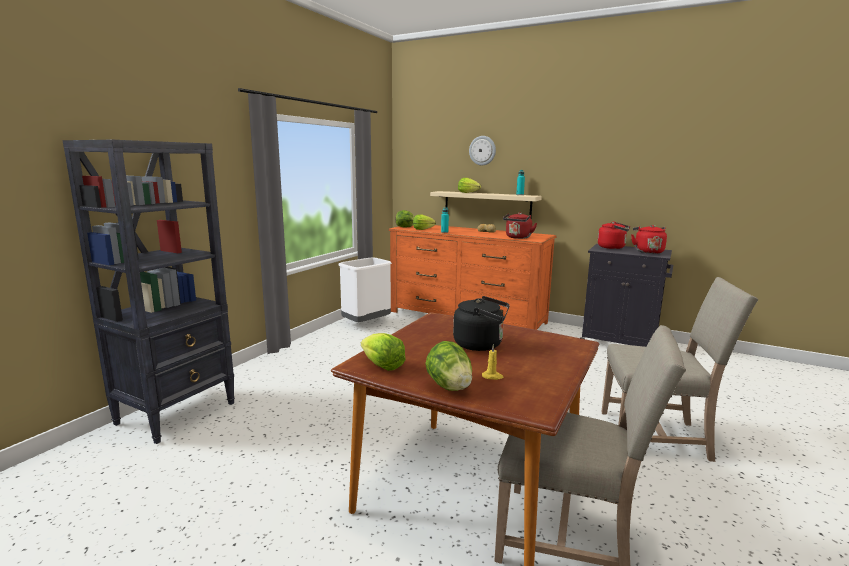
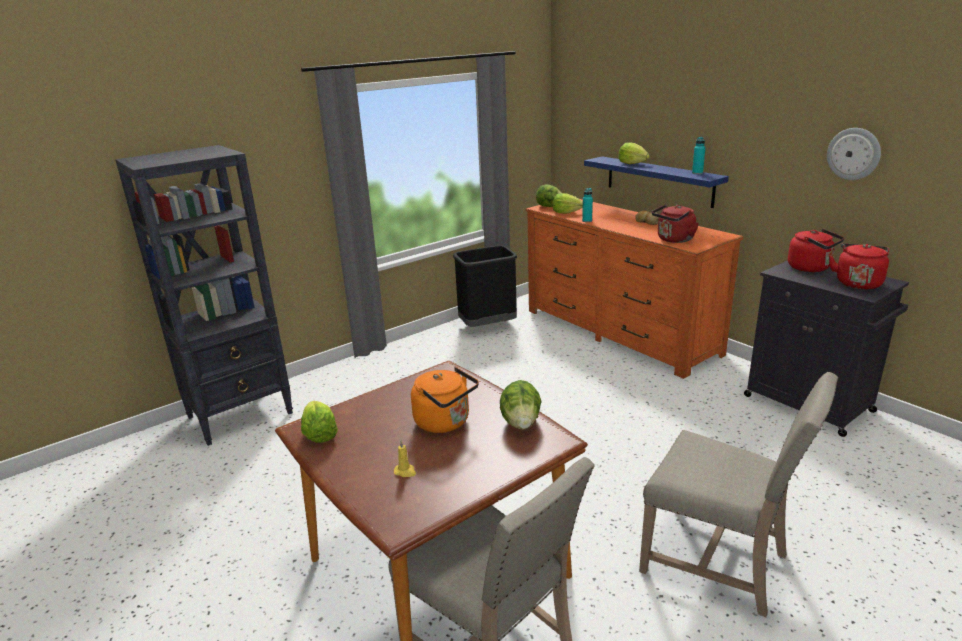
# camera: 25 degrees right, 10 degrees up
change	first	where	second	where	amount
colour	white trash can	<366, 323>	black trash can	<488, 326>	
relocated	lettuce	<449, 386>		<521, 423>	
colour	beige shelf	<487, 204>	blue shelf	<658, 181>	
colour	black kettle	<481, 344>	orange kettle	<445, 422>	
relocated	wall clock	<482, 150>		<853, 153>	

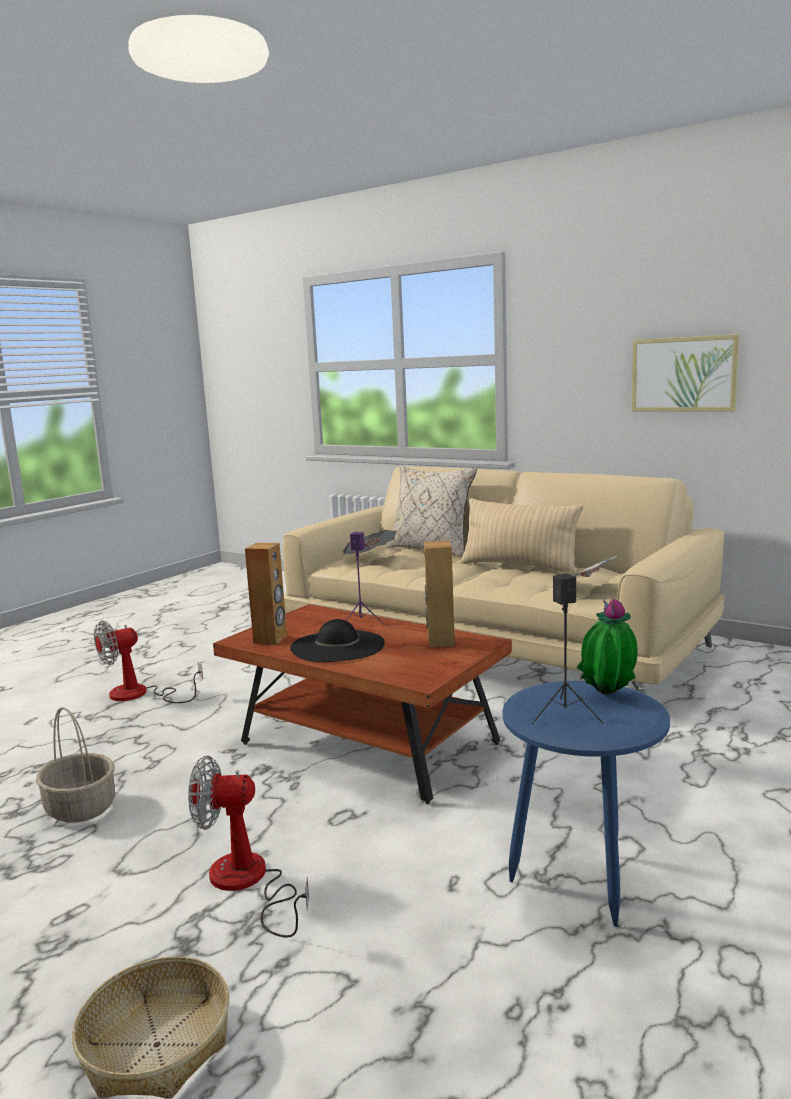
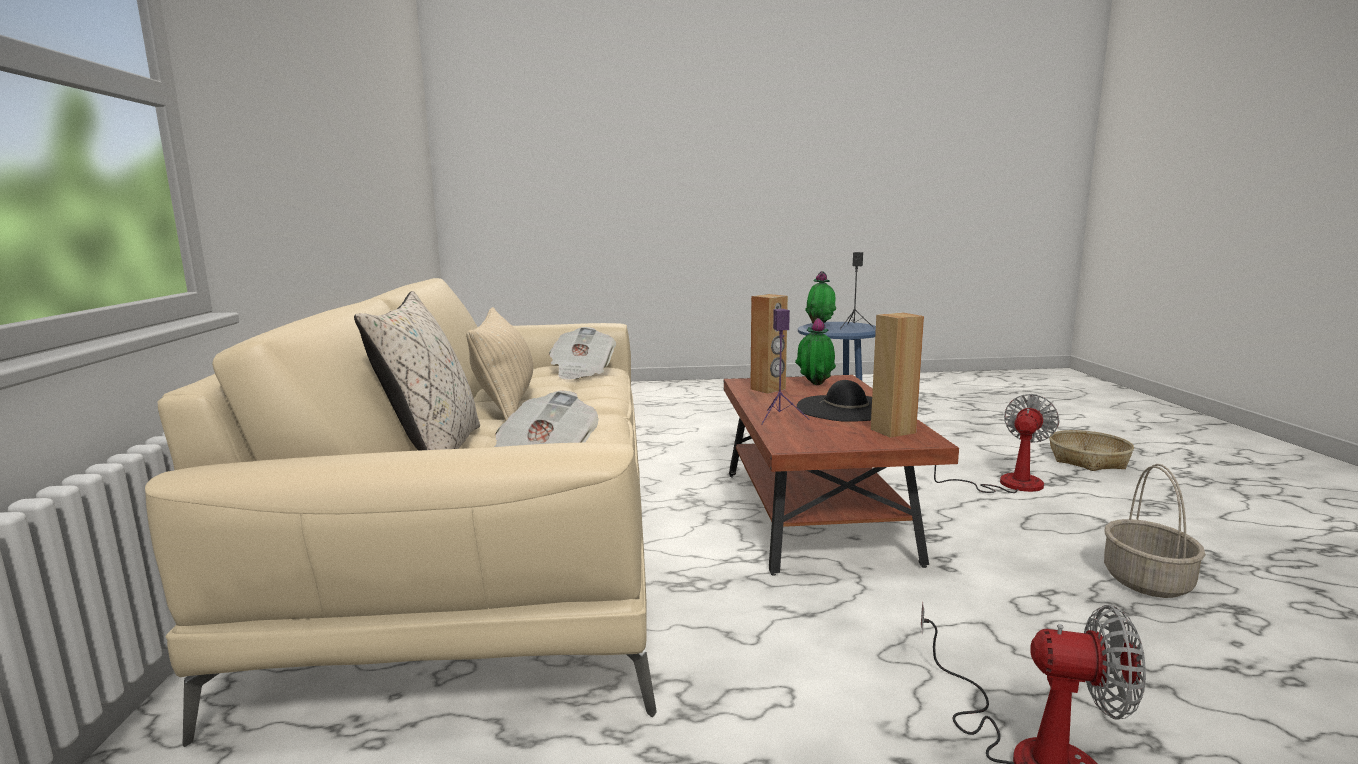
# camera: 130 degrees left, 0 degrees up
change	first	where	second	where	amount
spun	fan	<248, 883>		<1006, 484>	105 degrees counterclockwise
missing	picture	<684, 374>			
appeared			potted plant	<814, 386>	

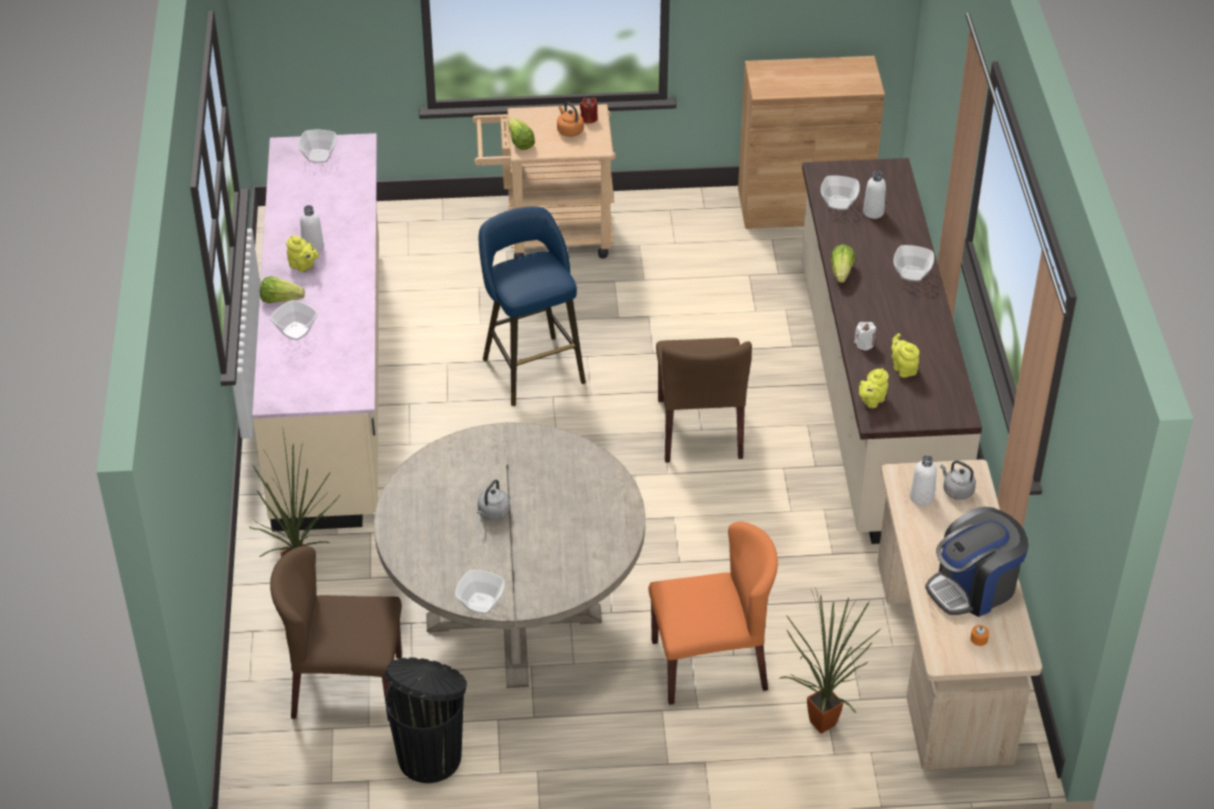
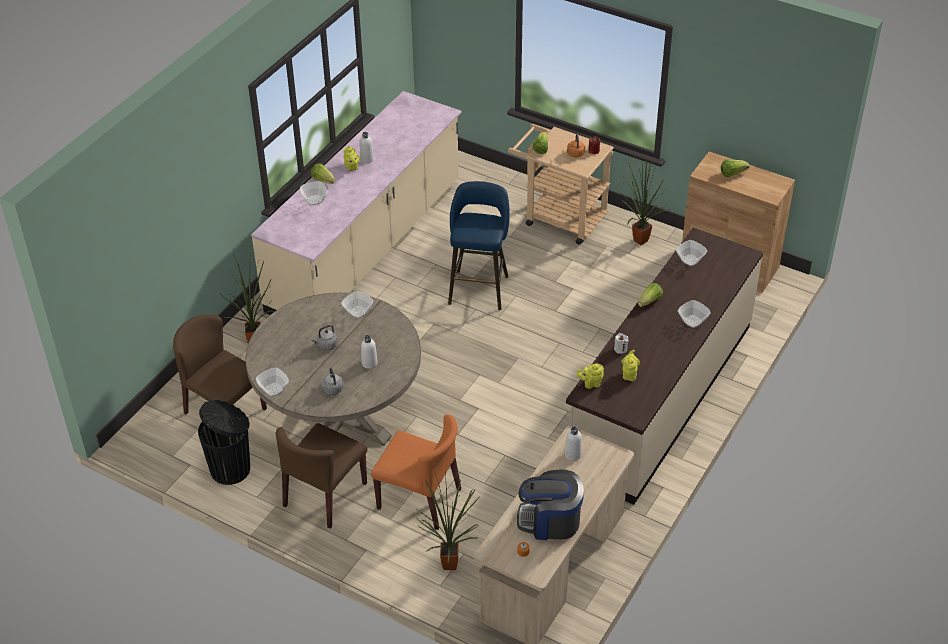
# camera: 35 degrees right, 0 degrees up
change	first	where	second	where	amount
relocated	bowl	<318, 156>		<357, 312>	
relocated	brown chair	<699, 429>		<325, 495>	
relocated	white bottle	<873, 212>		<369, 363>	
relocated	grey kettle	<956, 490>		<333, 388>	
appeared			potted plant	<638, 242>	
appeared			lettuce	<732, 173>	

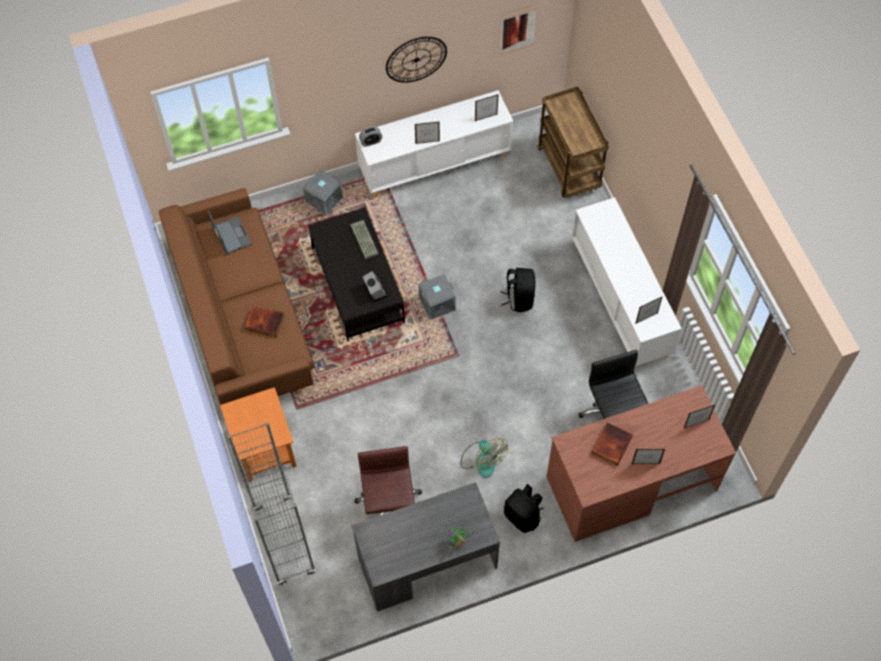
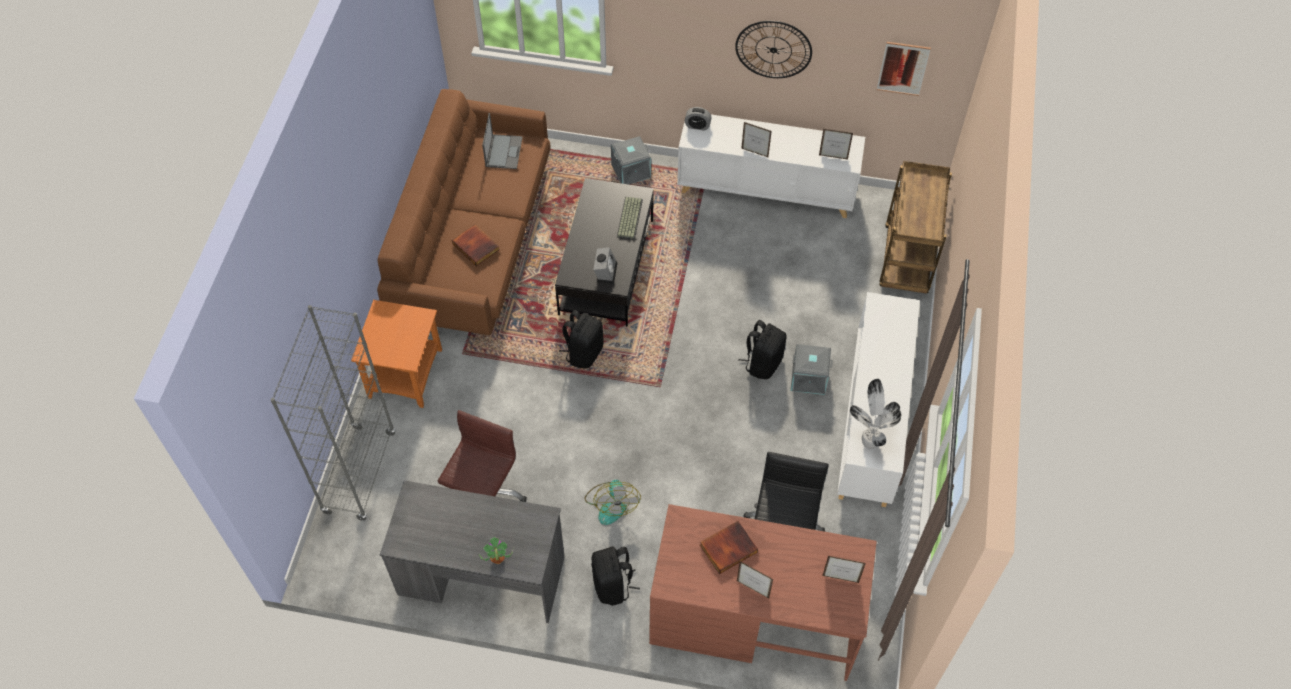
# camera: 30 degrees right, 5 degrees down
change	first	where	second	where	amount
relocated	grey storage box	<437, 303>		<809, 377>	
exchanged	picture frame	<646, 318>	potted plant	<869, 442>	
appeared			black backpack	<583, 352>	

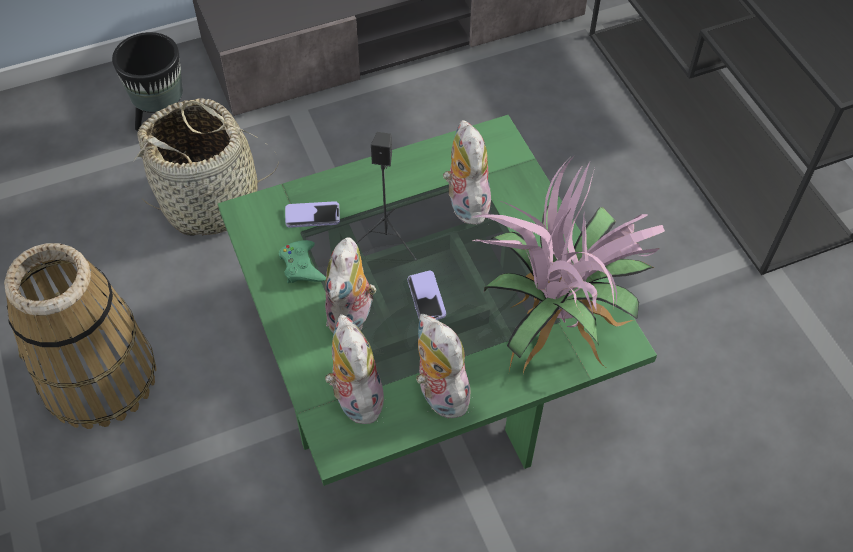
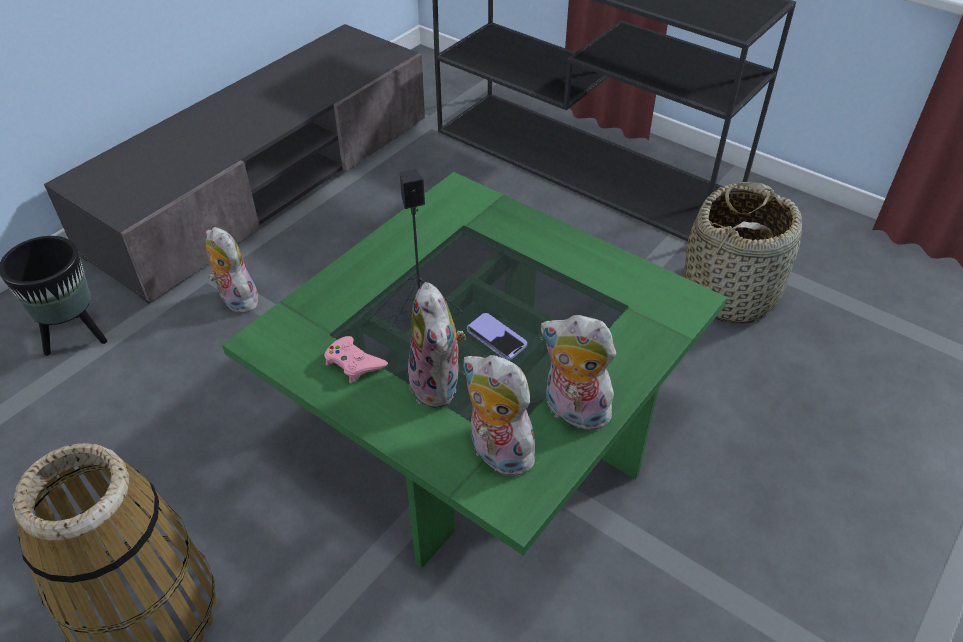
# camera: 30 degrees left, 10 degrees down
change	first	where	second	where	amount
relocated	basket	<211, 201>		<730, 292>	
colour	green game controller	<301, 266>	pink game controller	<354, 363>	
missing	phone	<312, 216>			
relocated	plush toy	<465, 203>		<235, 300>	
missing	potted plant	<558, 323>			

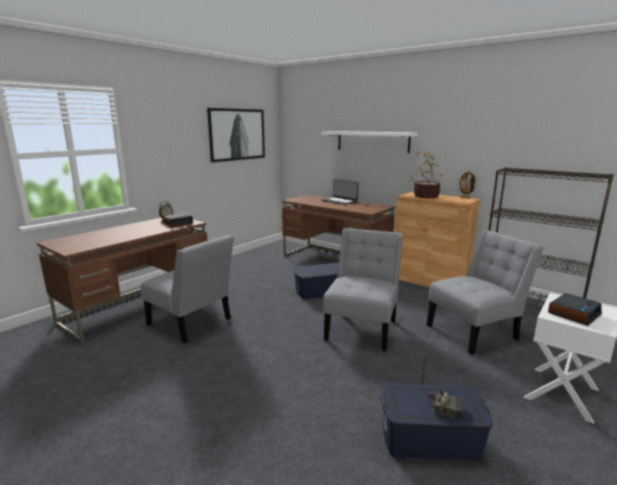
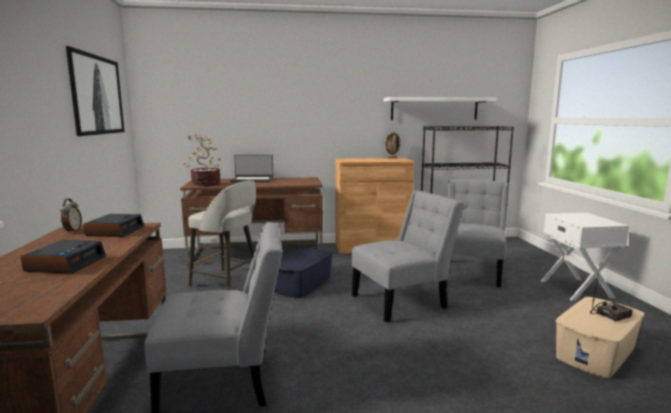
# camera: 45 degrees left, 5 degrees down
change	first	where	second	where	amount
relocated	white shelf	<372, 141>		<434, 109>	
spun	grey chair	<362, 328>		<403, 301>	90 degrees clockwise
colour	blue storage box	<430, 439>	beige storage box	<596, 353>	
relocated	potted plant	<425, 196>		<205, 184>	
relocated	alarm clock	<573, 313>		<66, 264>	
appeared			grey stool	<227, 282>	

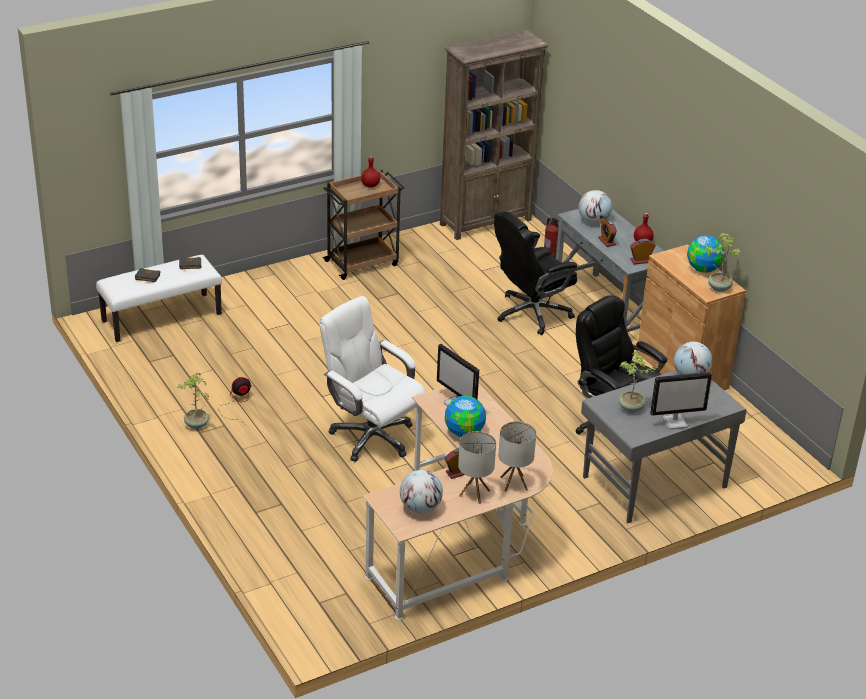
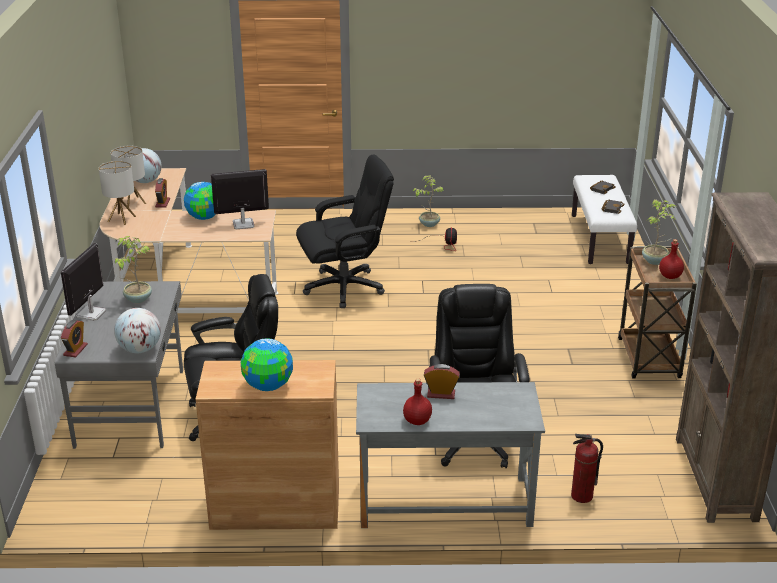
# camera: 120 degrees right, 5 degrees down
change	first	where	second	where	amount
colour	white office chair	<371, 436>	black office chair	<345, 287>	
missing	globe	<593, 221>			
relocated	alarm clock	<641, 261>		<75, 350>	
relocated	potted plant	<719, 287>		<655, 261>	

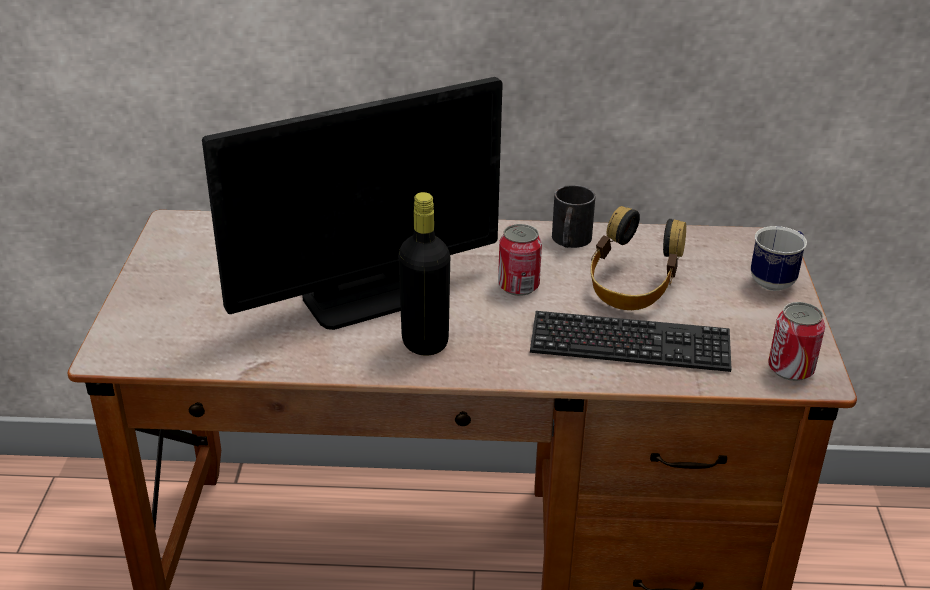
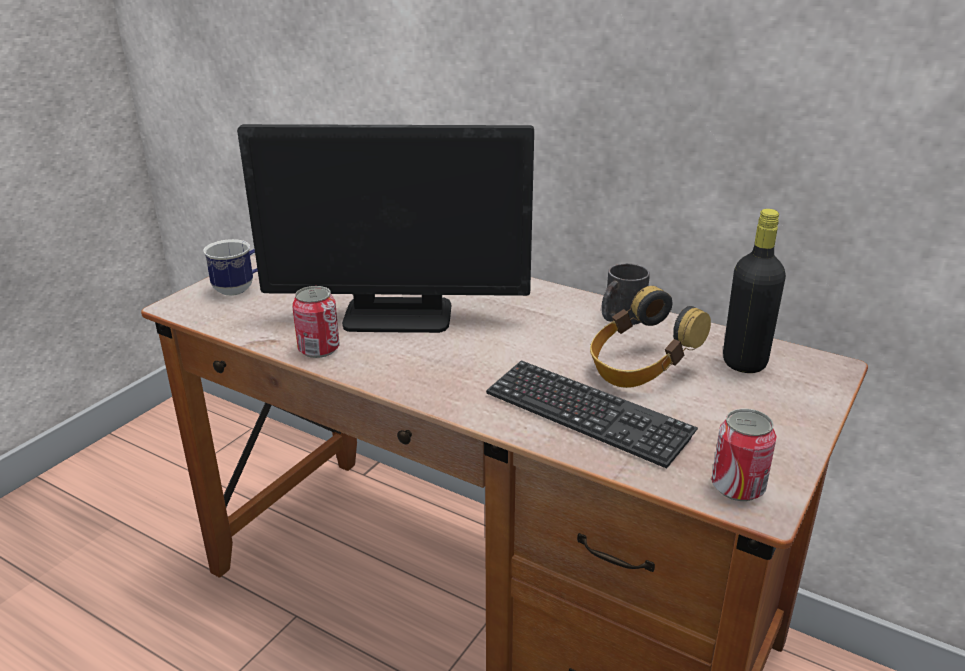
# camera: 30 degrees right, 5 degrees down
change	first	where	second	where	amount
relocated	black bottle	<425, 342>		<744, 362>	
relocated	can	<518, 286>		<319, 349>	
relocated	mug	<776, 280>		<240, 289>	

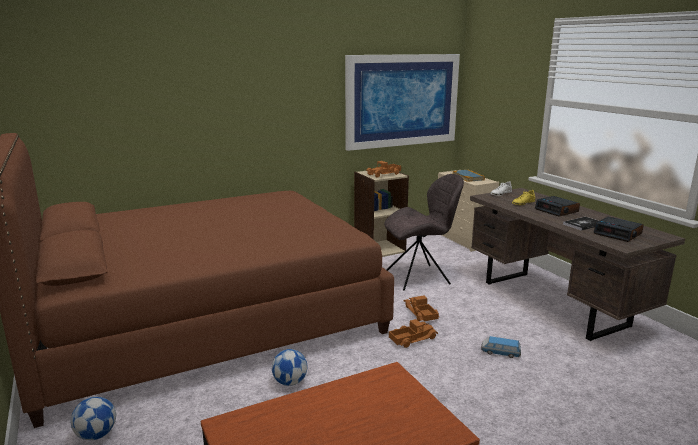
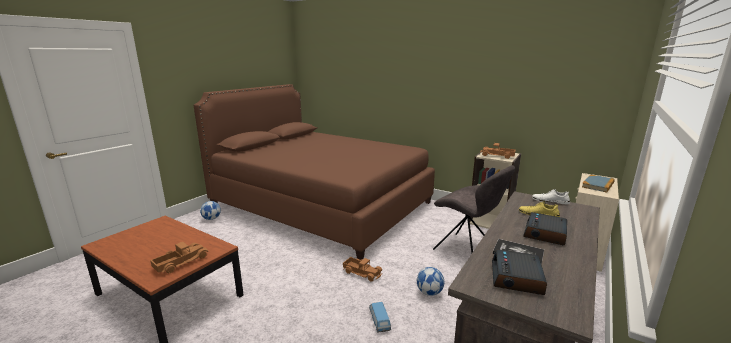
# camera: 60 degrees right, 0 degrees up
change	first	where	second	where	amount
relocated	football	<290, 382>		<429, 292>	
missing	picture	<402, 100>			
relocated	toy truck	<420, 313>		<181, 262>	

